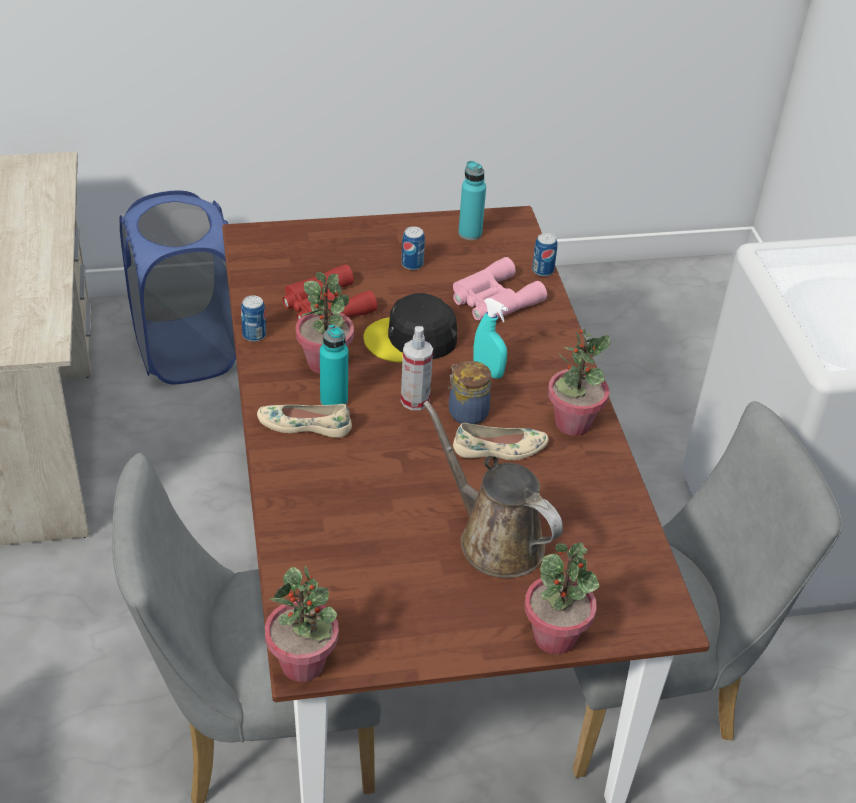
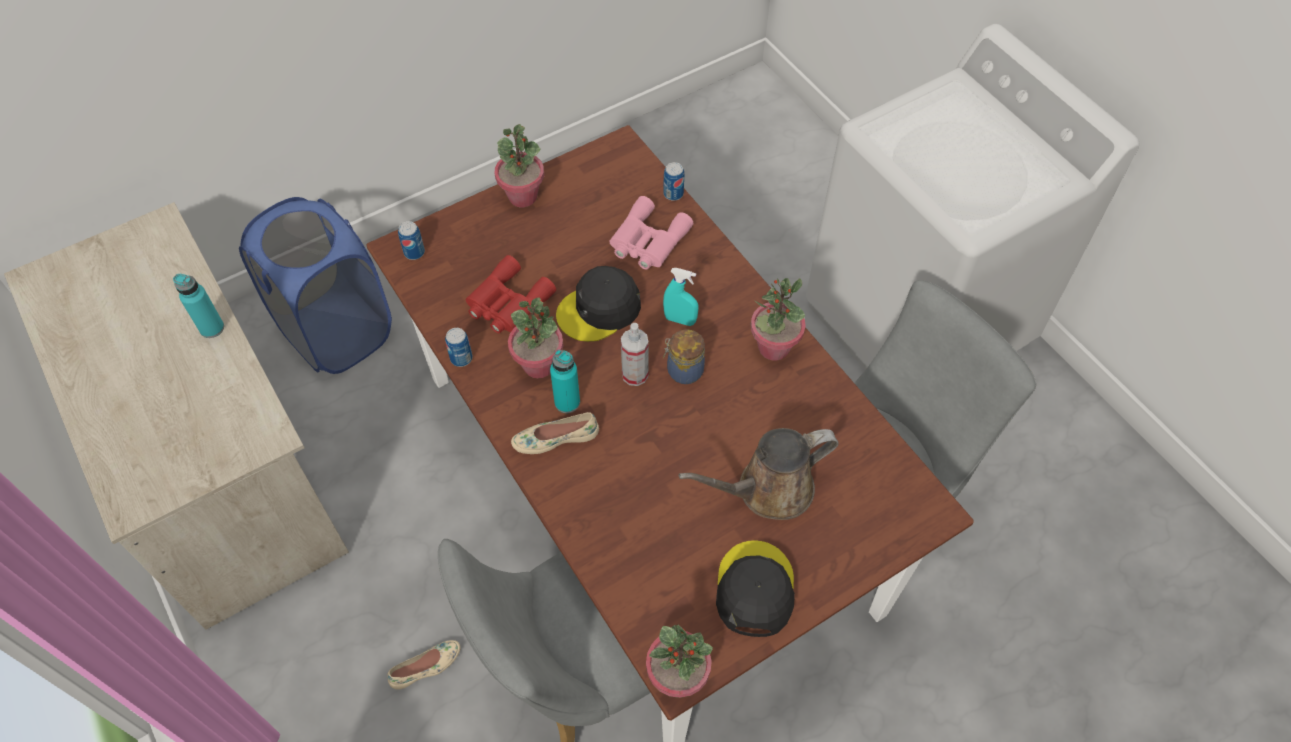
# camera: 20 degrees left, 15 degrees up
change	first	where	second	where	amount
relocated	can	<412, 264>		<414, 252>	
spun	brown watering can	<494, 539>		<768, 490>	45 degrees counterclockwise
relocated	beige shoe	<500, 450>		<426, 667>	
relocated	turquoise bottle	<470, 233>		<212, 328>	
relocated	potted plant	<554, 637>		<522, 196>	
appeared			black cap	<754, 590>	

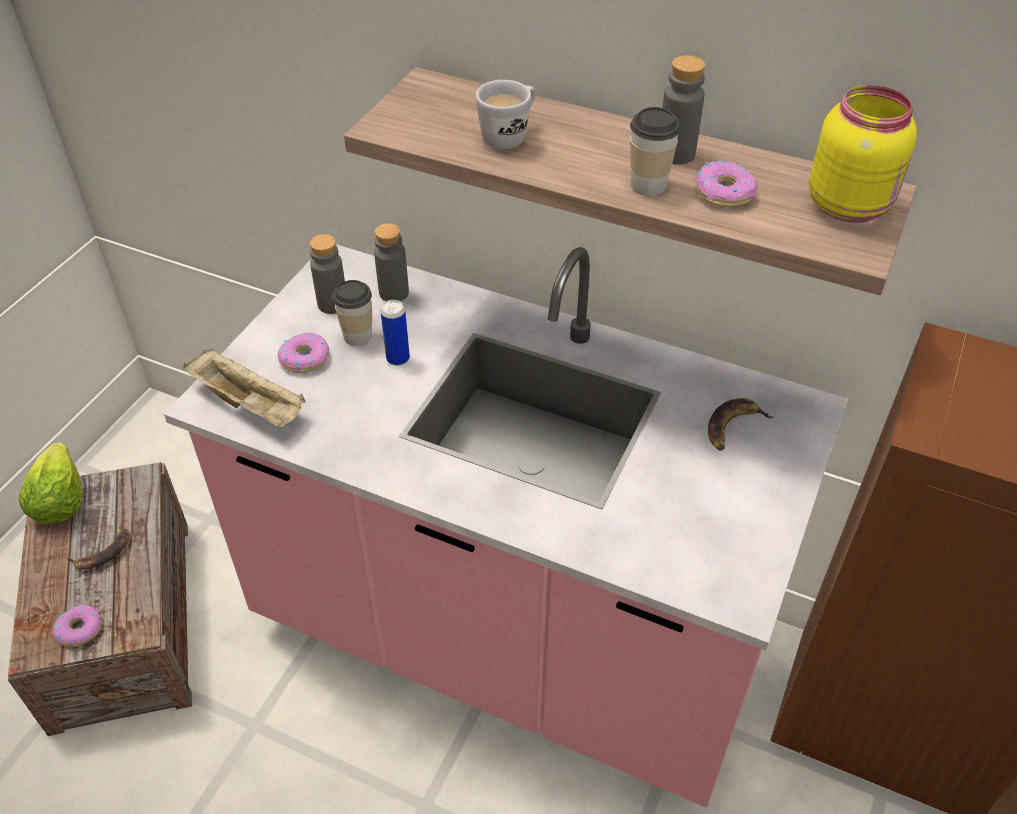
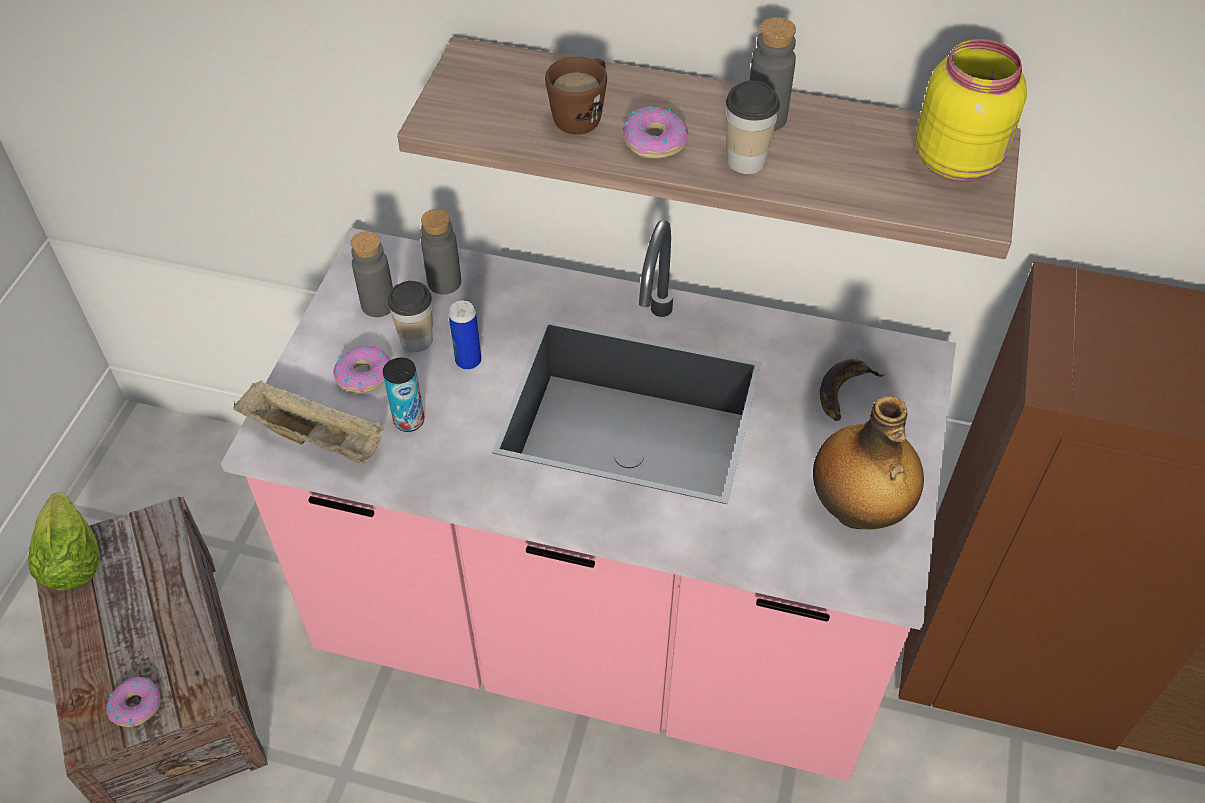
# camera: 10 degrees left, 5 degrees up
change	first	where	second	where	amount
missing	banana	<103, 553>			
colour	white mug	<510, 136>	brown mug	<582, 116>	
relocated	donut	<724, 192>		<655, 141>	
appeared			can	<409, 421>	
appeared			bottle	<857, 511>	

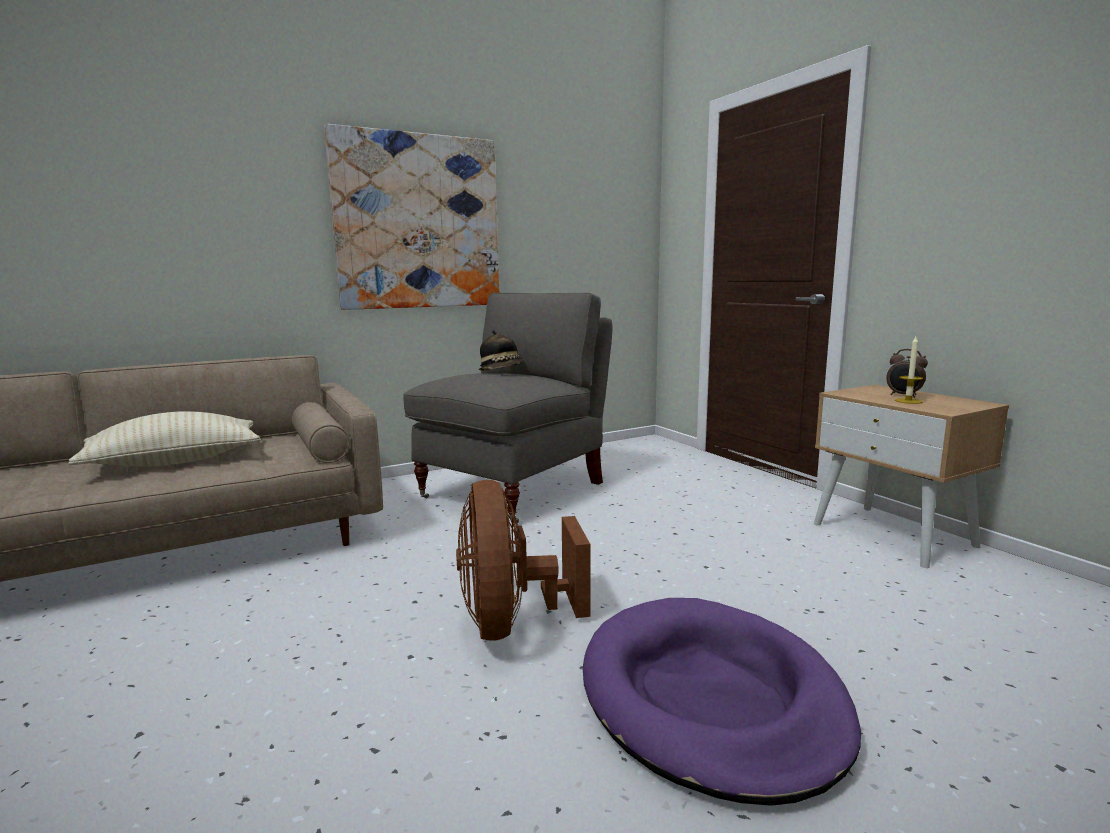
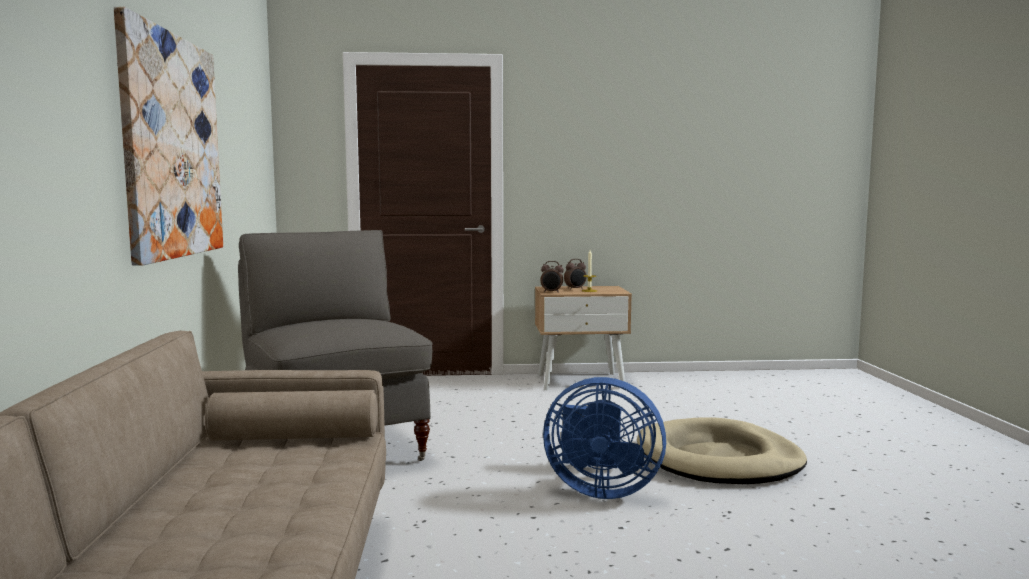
# camera: 65 degrees left, 5 degrees down
change	first	where	second	where	amount
missing	beige pillow	<175, 462>			
colour	brown fan	<512, 623>	blue fan	<600, 489>	
missing	hat	<502, 371>			
colour	purple dog bed	<711, 699>	beige dog bed	<719, 459>	
appeared			alarm clock	<551, 292>	

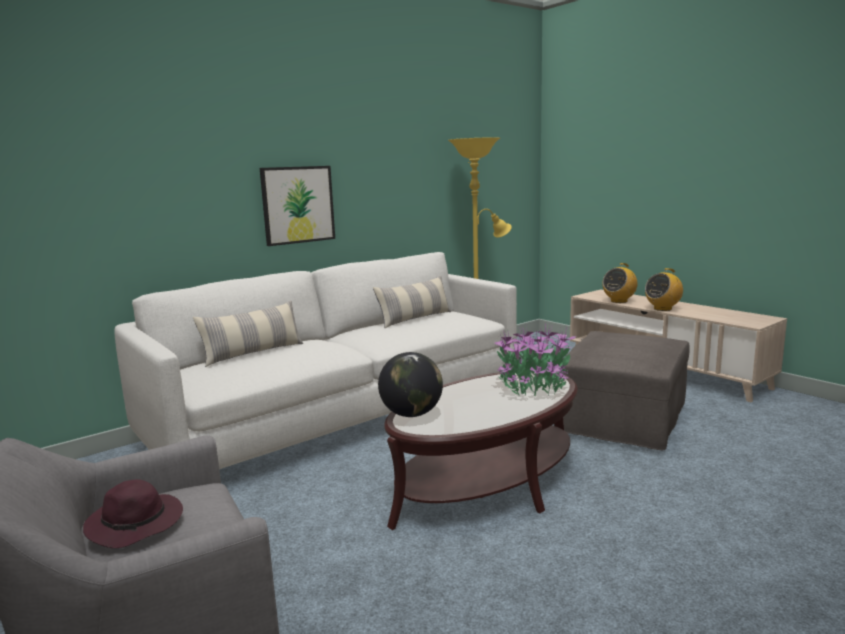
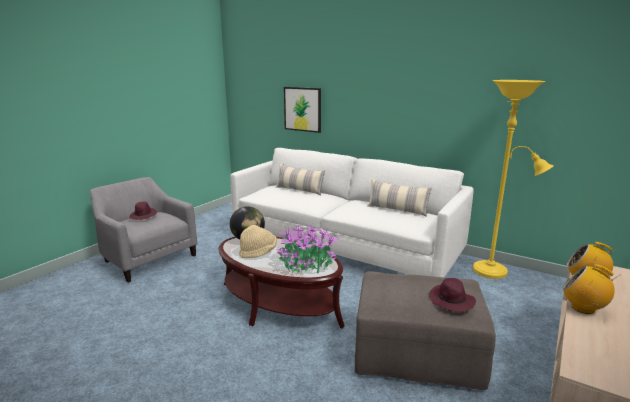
# camera: 70 degrees right, 5 degrees up
change	first	where	second	where	amount
relocated	picture	<298, 205>		<302, 109>	
appeared			beige hat	<258, 253>	
appeared			purple hat	<452, 301>	

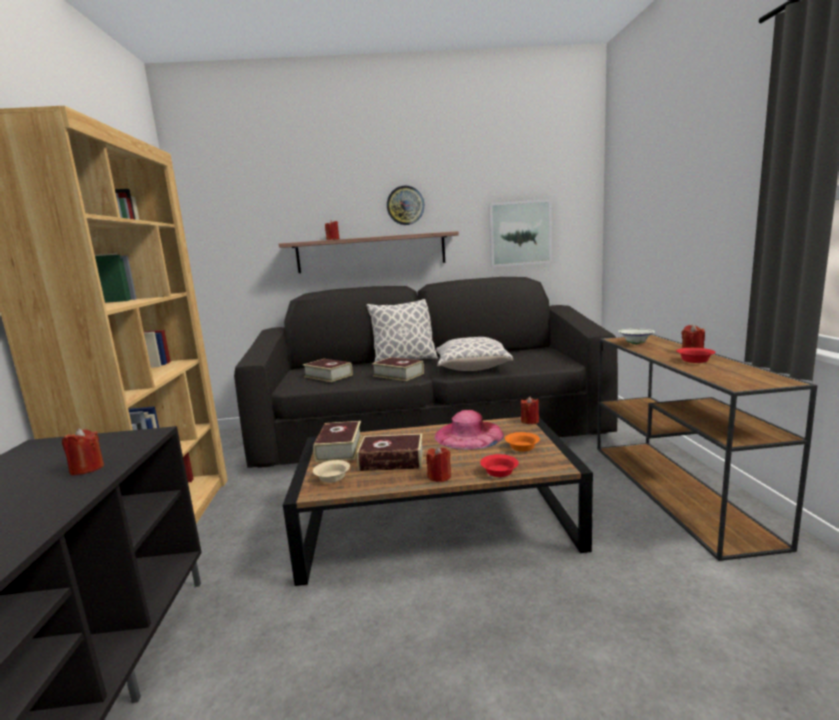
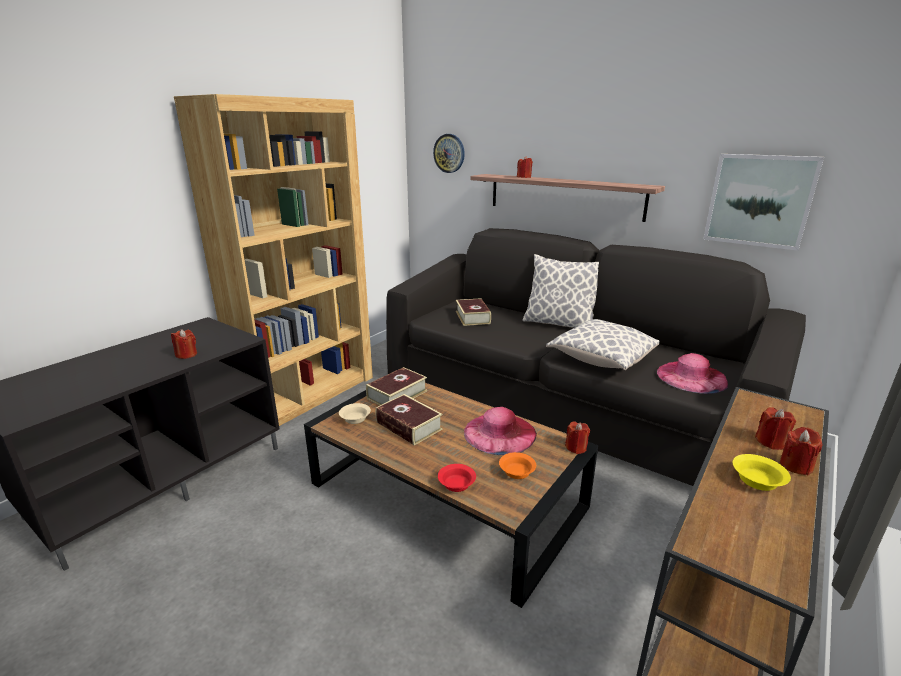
# camera: 40 degrees right, 10 degrees up
change	first	where	second	where	amount
missing	book	<398, 375>			
relocated	wall clock	<405, 205>		<449, 153>	
relocated	red candle	<439, 477>		<771, 442>	
missing	white bowl	<635, 344>			
colour	red bowl	<695, 361>	yellow bowl	<758, 481>	
appeared			pink hat	<691, 377>	

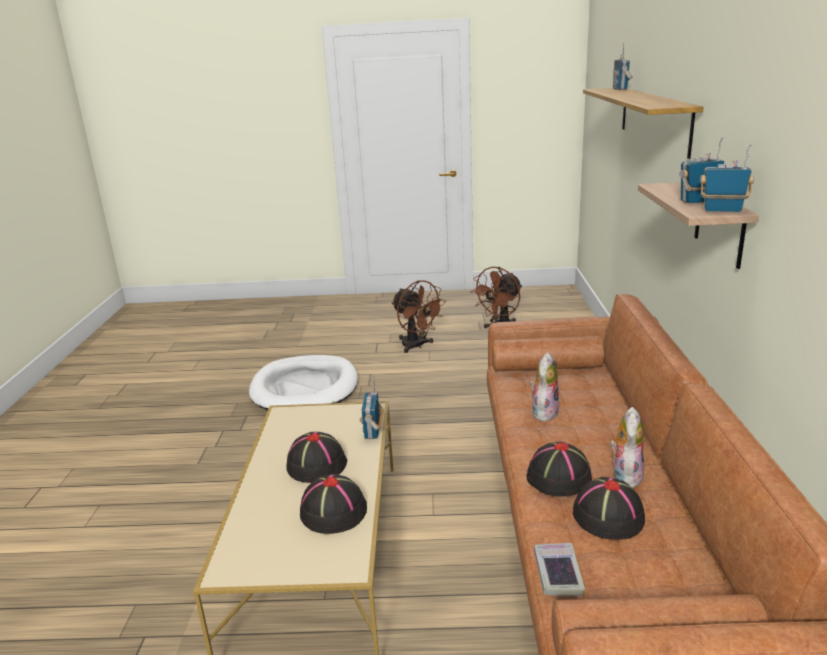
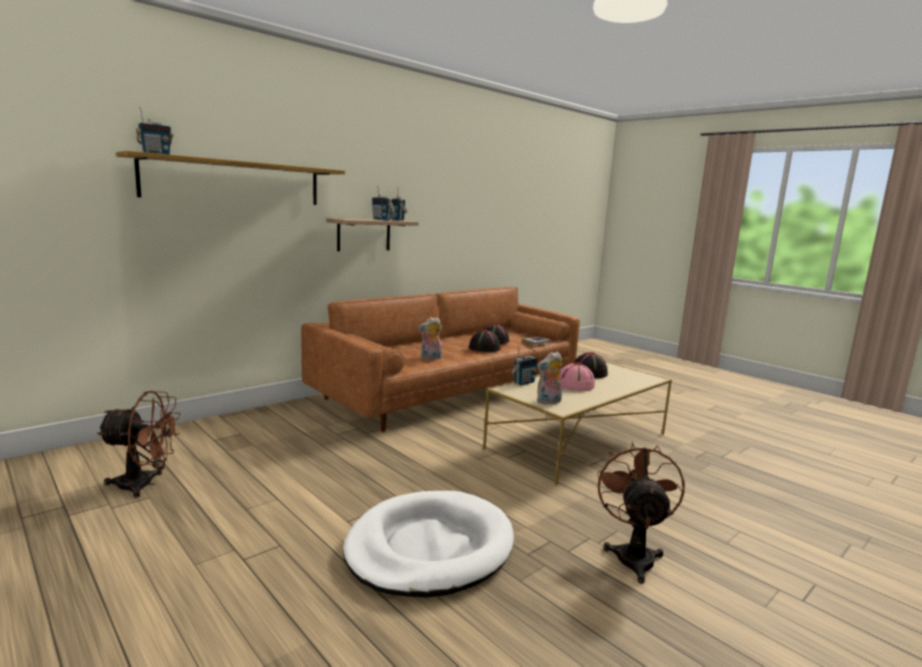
# camera: 135 degrees left, 10 degrees down
change	first	where	second	where	amount
colour	black hat	<316, 465>	pink hat	<575, 385>	
relocated	brown fan	<417, 346>		<633, 555>	
relocated	plush toy	<625, 475>		<549, 402>	

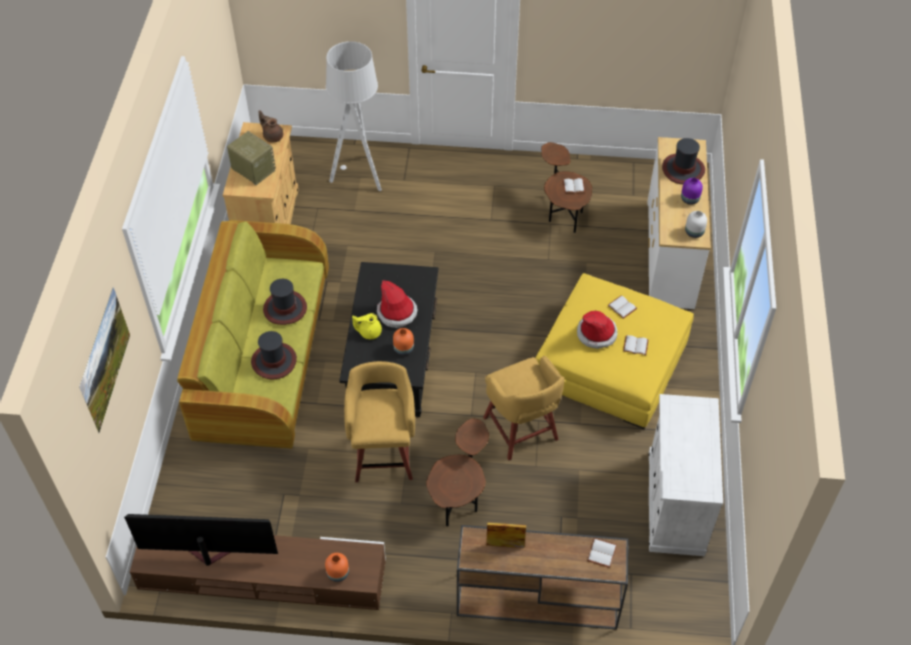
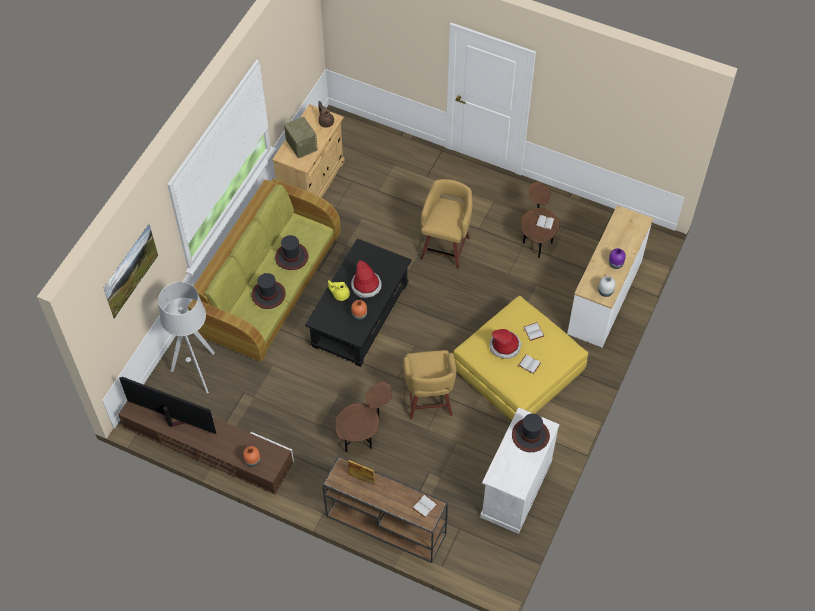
# camera: 20 degrees right, 5 degrees up
change	first	where	second	where	amount
relocated	grey floor lamp	<359, 175>		<197, 372>	
relocated	yellow stool	<384, 453>		<446, 246>	
relocated	hat	<683, 169>		<530, 436>	

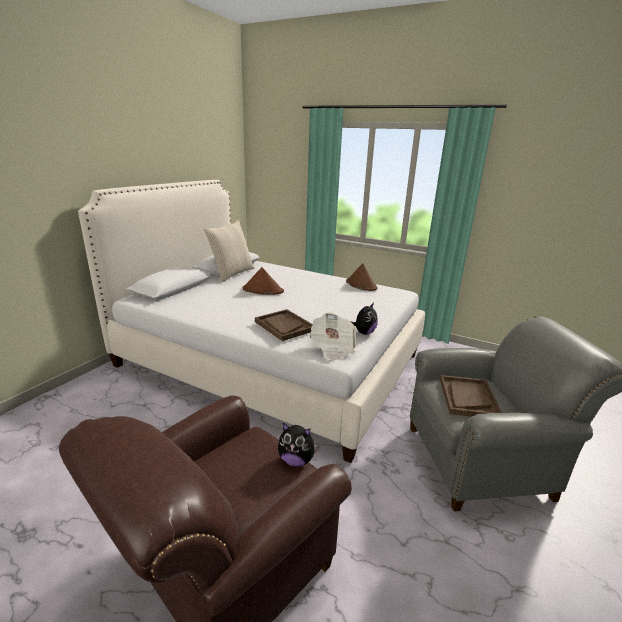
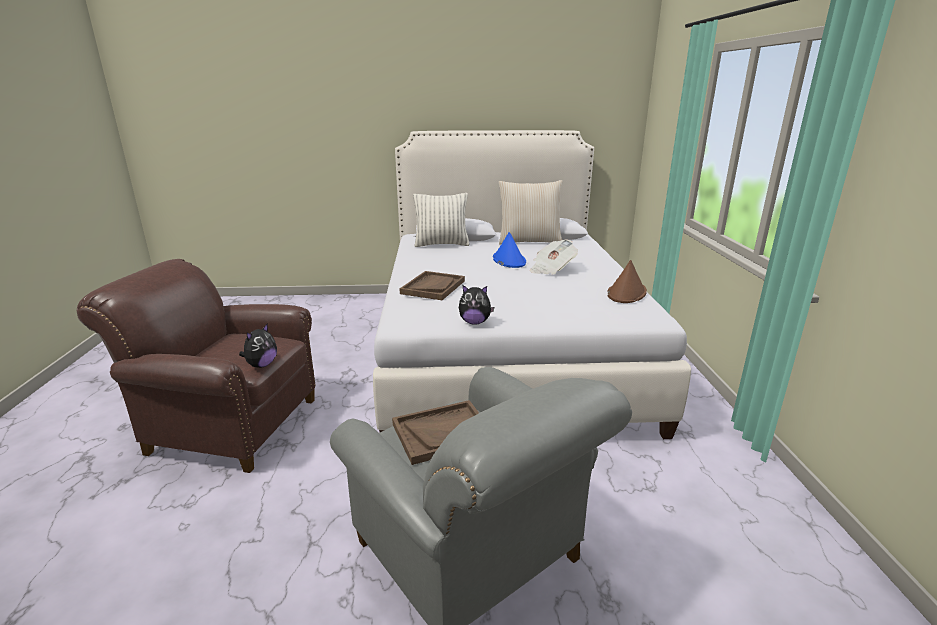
# camera: 60 degrees right, 0 degrees up
change	first	where	second	where	amount
colour	brown hat	<262, 290>	blue hat	<508, 260>	
spun	plush toy	<296, 460>		<261, 365>	135 degrees counterclockwise
relocated	newspaper	<332, 348>		<551, 269>	
appeared			pillow	<441, 244>	

